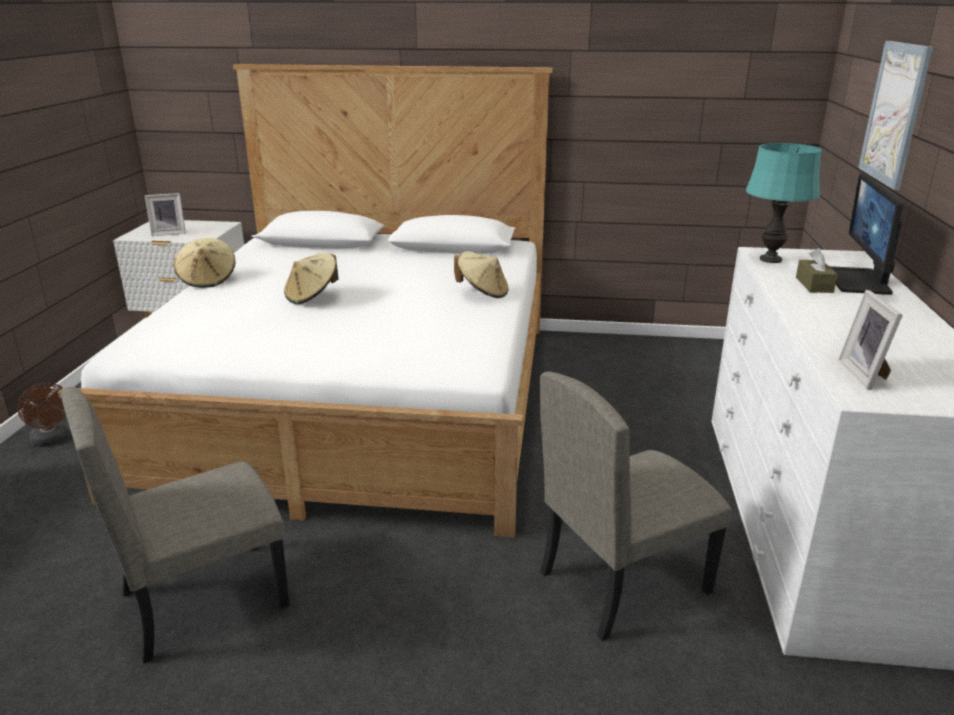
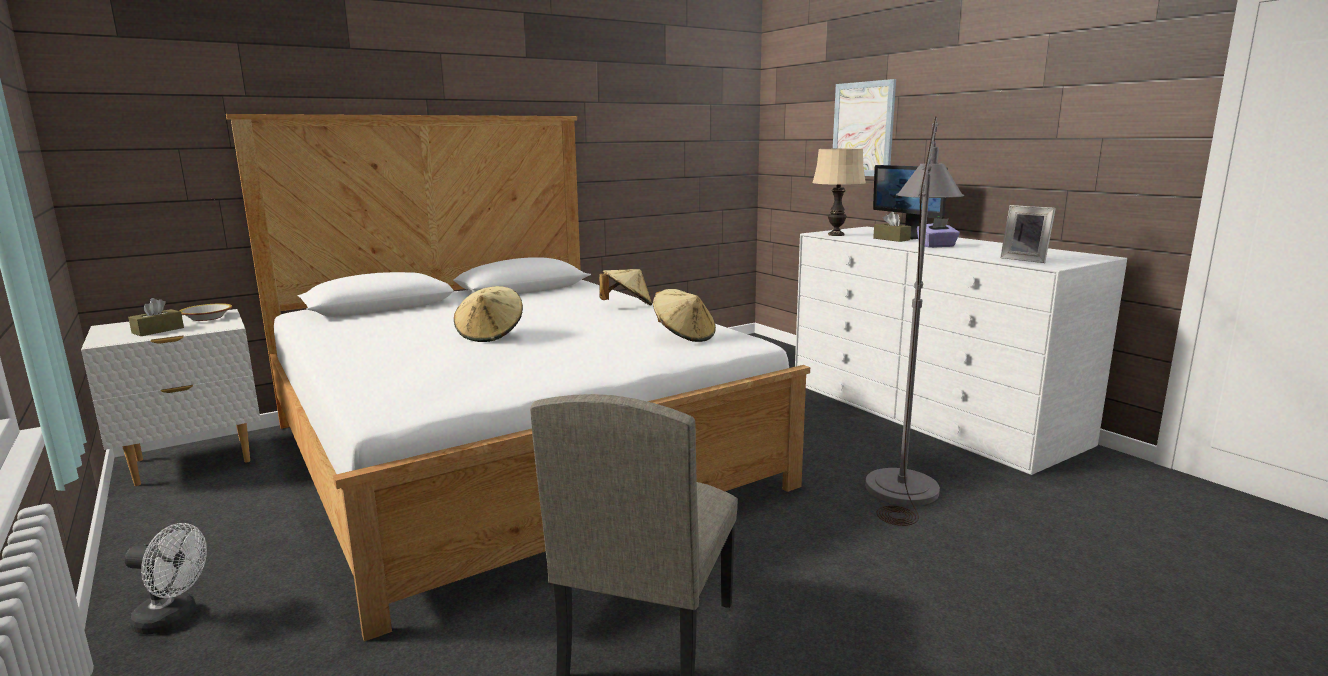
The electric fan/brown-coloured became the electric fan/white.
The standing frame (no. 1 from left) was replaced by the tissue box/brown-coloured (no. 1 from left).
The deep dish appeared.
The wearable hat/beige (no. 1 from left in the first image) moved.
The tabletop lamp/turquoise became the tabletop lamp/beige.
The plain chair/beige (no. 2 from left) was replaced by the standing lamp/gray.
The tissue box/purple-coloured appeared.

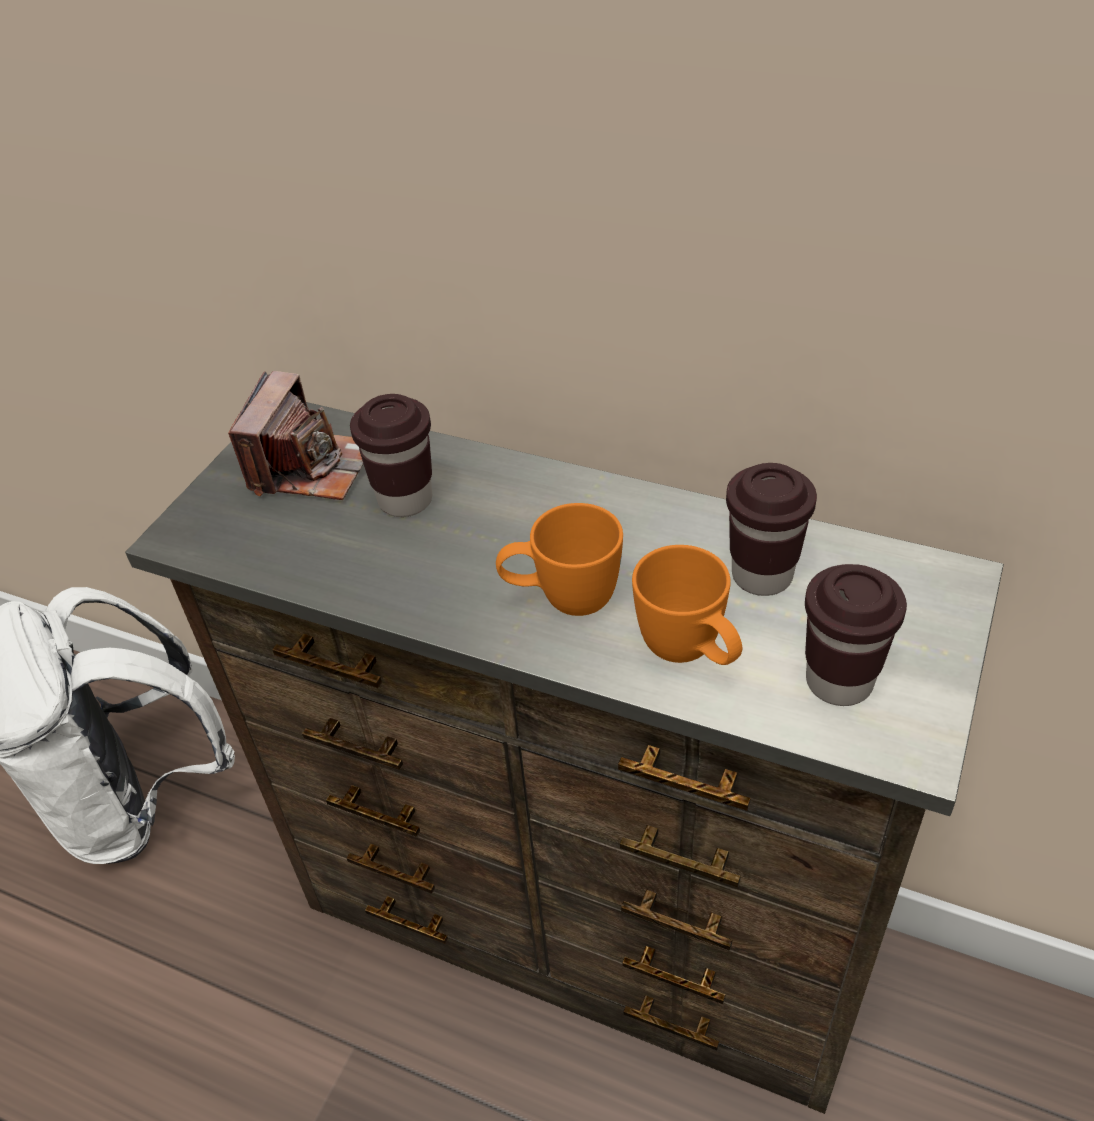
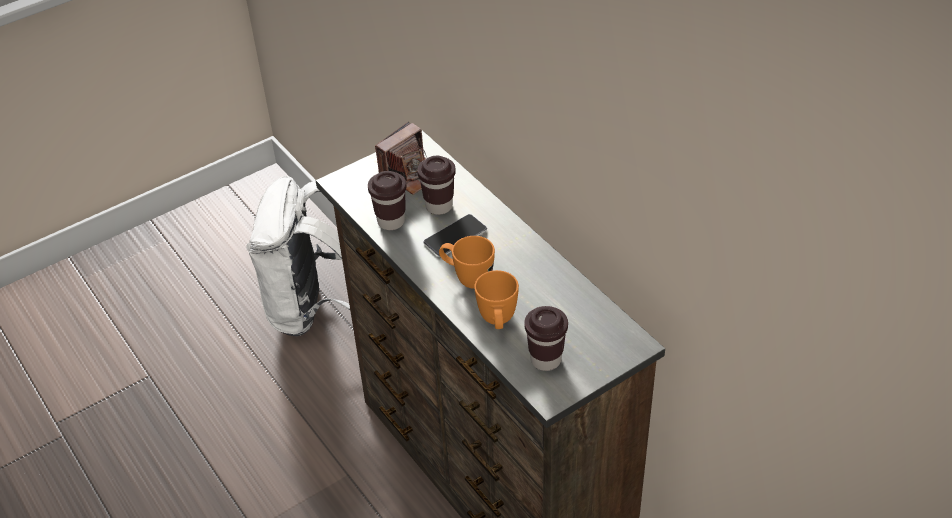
The drinking cup/brown-coloured (no. 2 from left in the first image) moved.
The phone appeared.

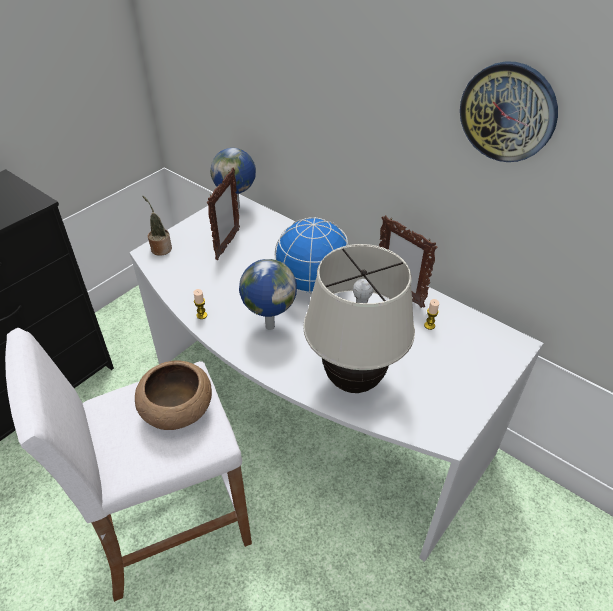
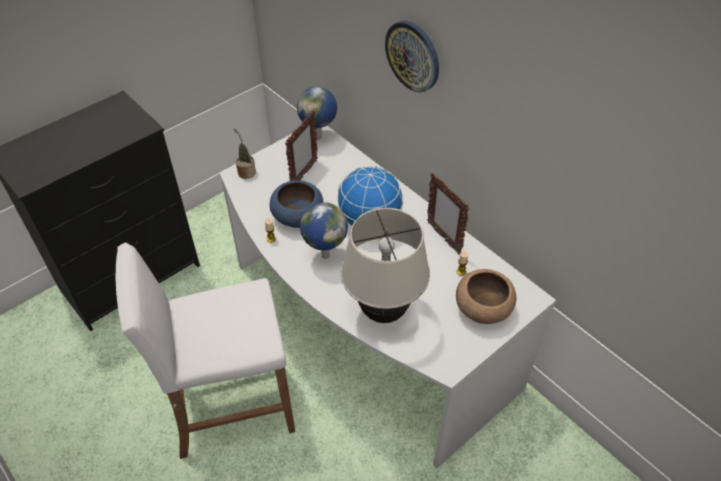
The deep dish/bluish appeared.
The wall clock moved.
The deep dish/brown-coloured moved.

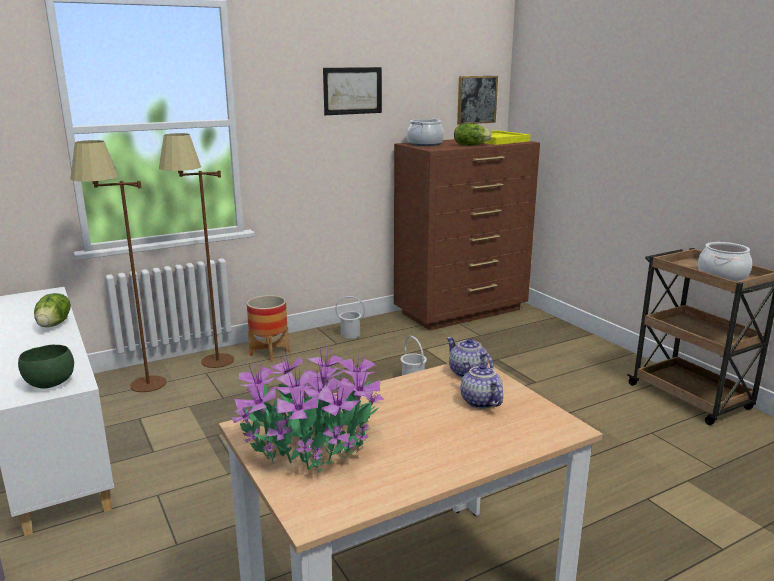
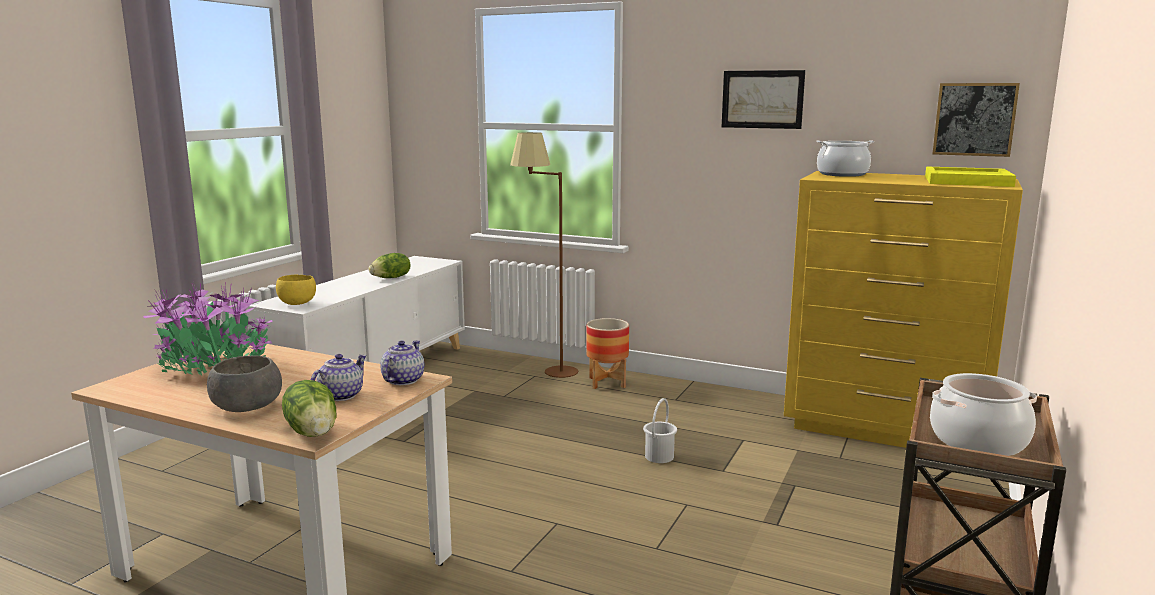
The deep dish/gray appeared.
The deep dish/green-coloured became the deep dish/yellow-coloured.
The head of lettuce (no. 2 from left in the first image) moved.
The drawer chest/brown-coloured became the drawer chest/yellow-coloured.
The standing lamp/brown-coloured (no. 1 from left) disappeared.
The water bucket/white (no. 1 from left) disappeared.

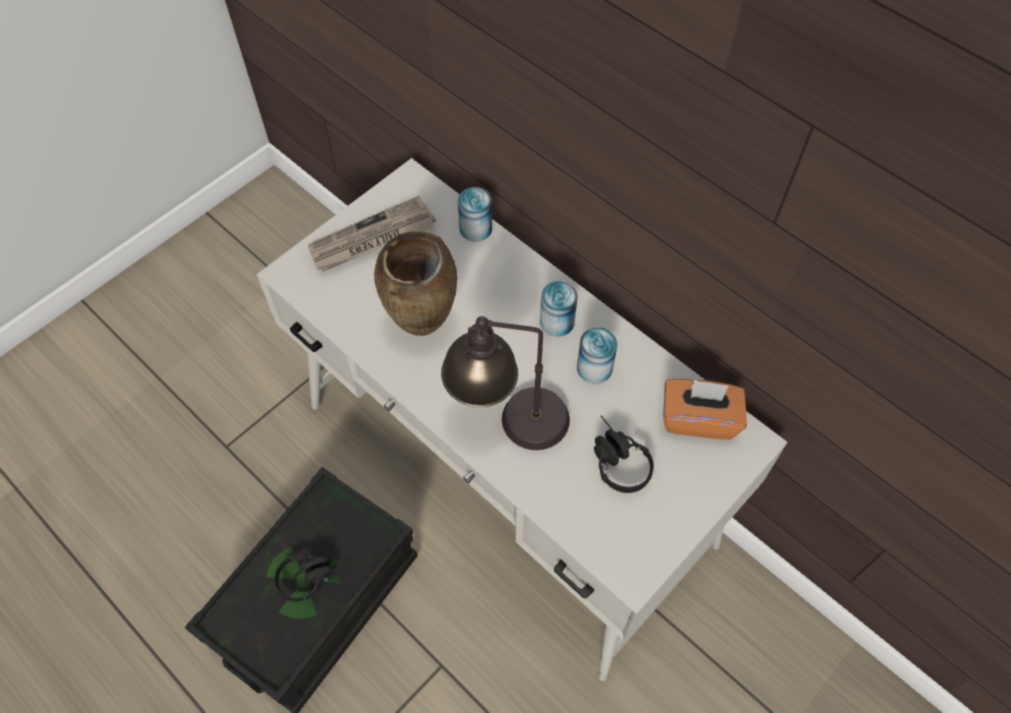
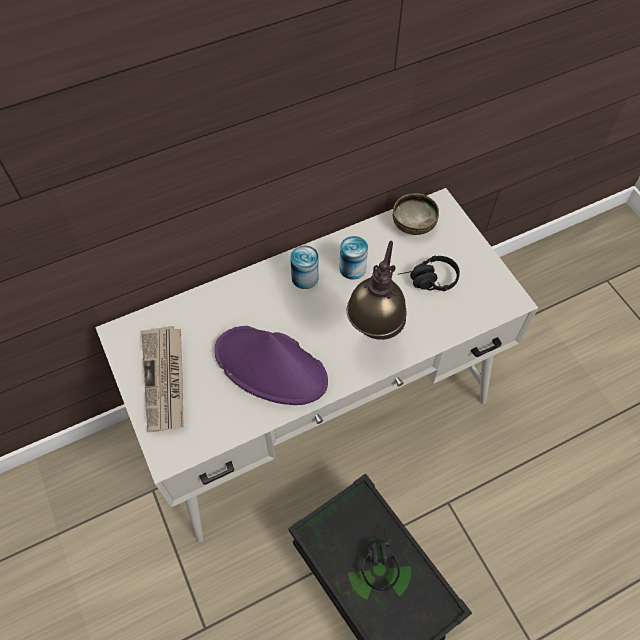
The decorative vase/brown-coloured was replaced by the wearable hat/purple-coloured.
The tissue box/orangey was replaced by the deep dish.
The metal can (no. 1 from left) disappeared.

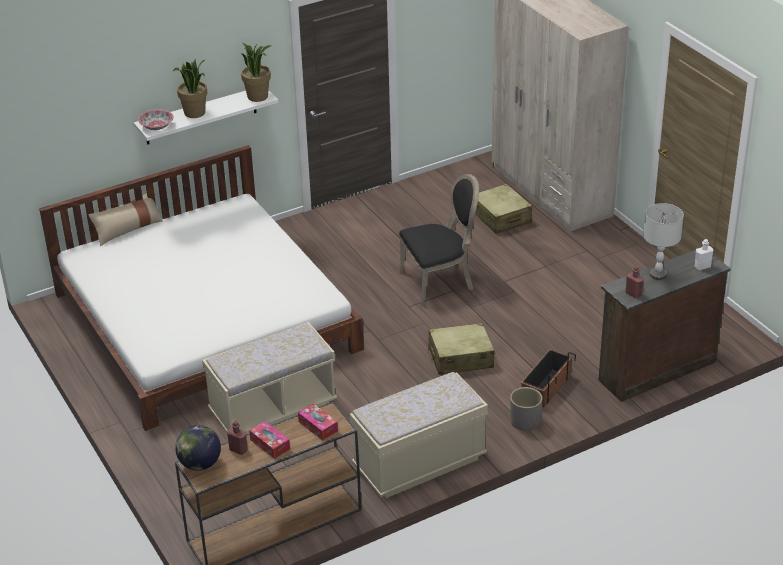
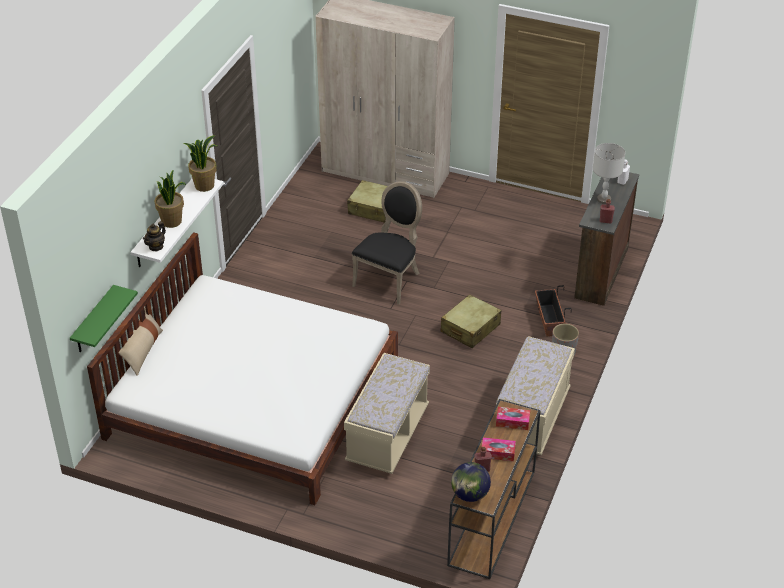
The shelf/green-coloured appeared.
The deep dish was replaced by the pot for tea.

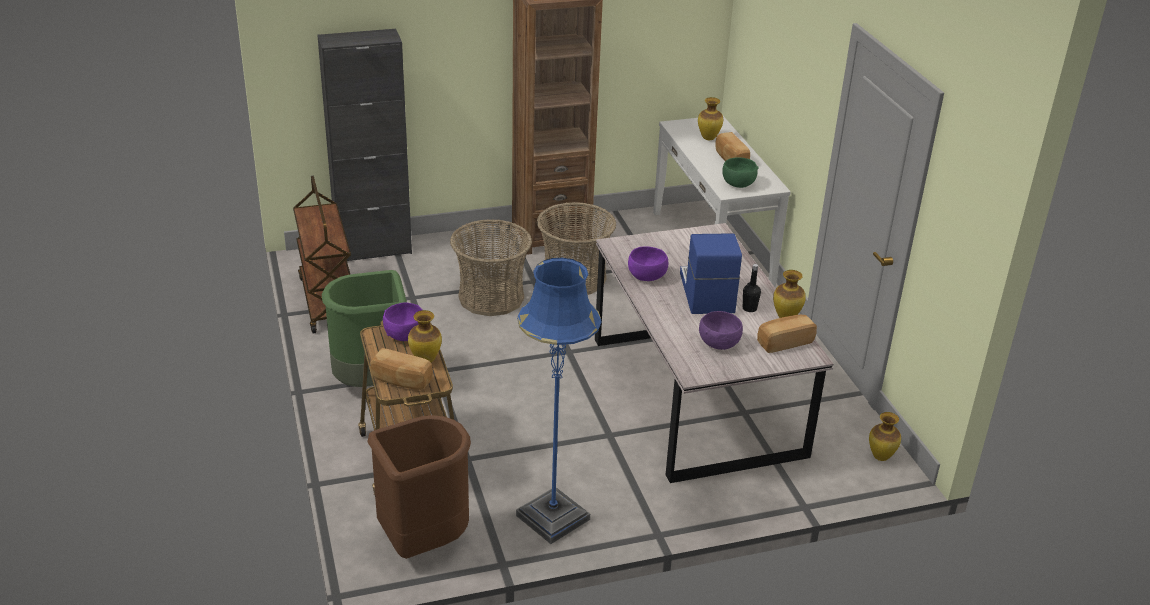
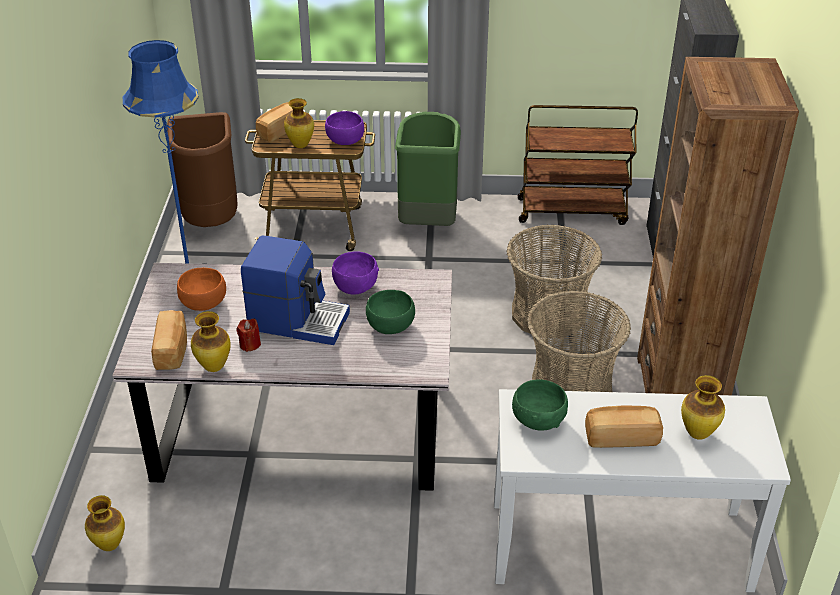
The deep dish/purple-coloured (no. 3 from left) became the deep dish/orangey.
The drink bottle/black-coloured was replaced by the wax candle/red.
The deep dish/green-coloured (no. 1 from left) appeared.

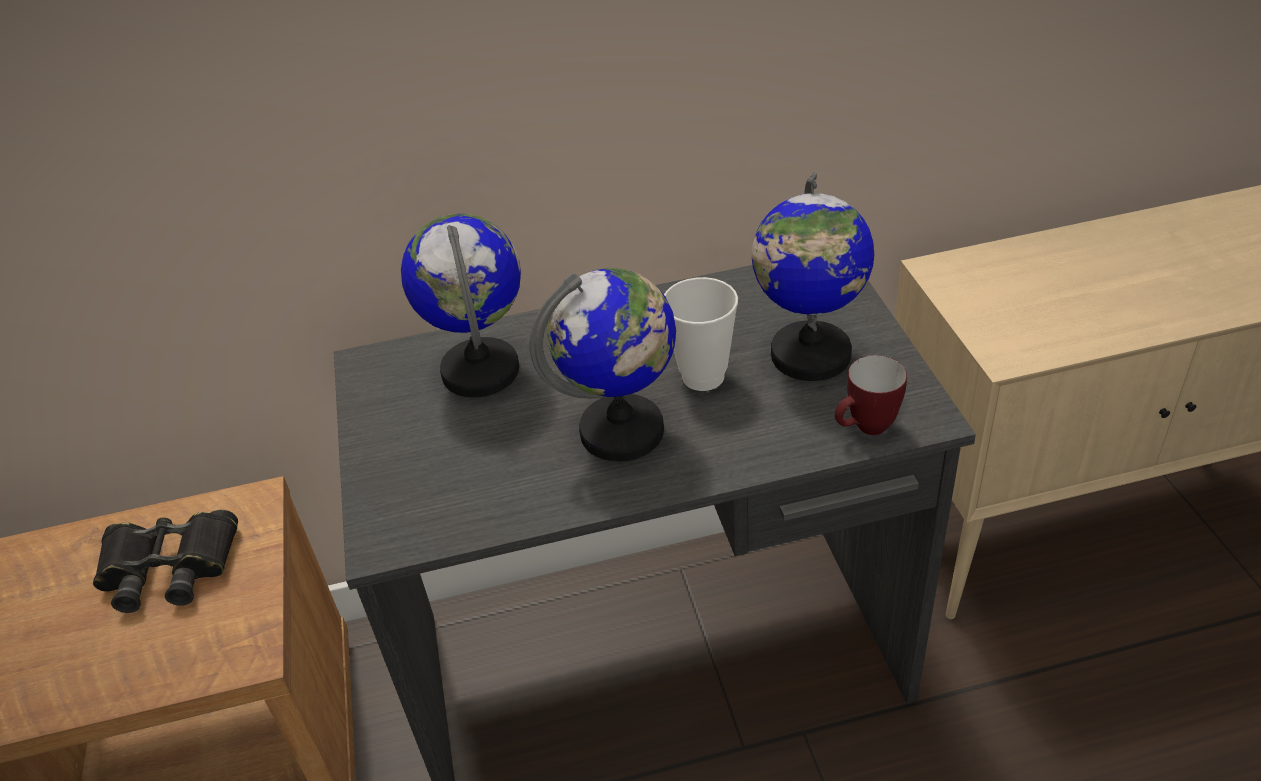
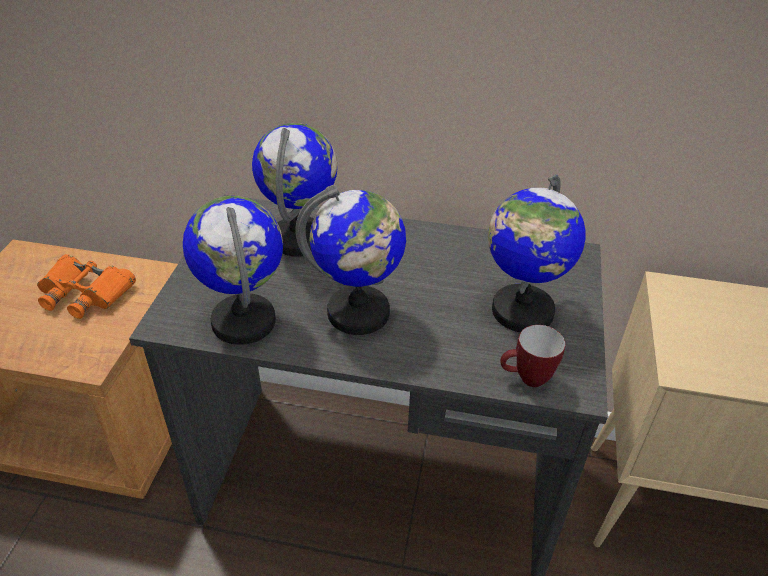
The field glasses/black-coloured became the field glasses/orangey.
The globe (no. 1 from left) appeared.
The drinking cup disappeared.

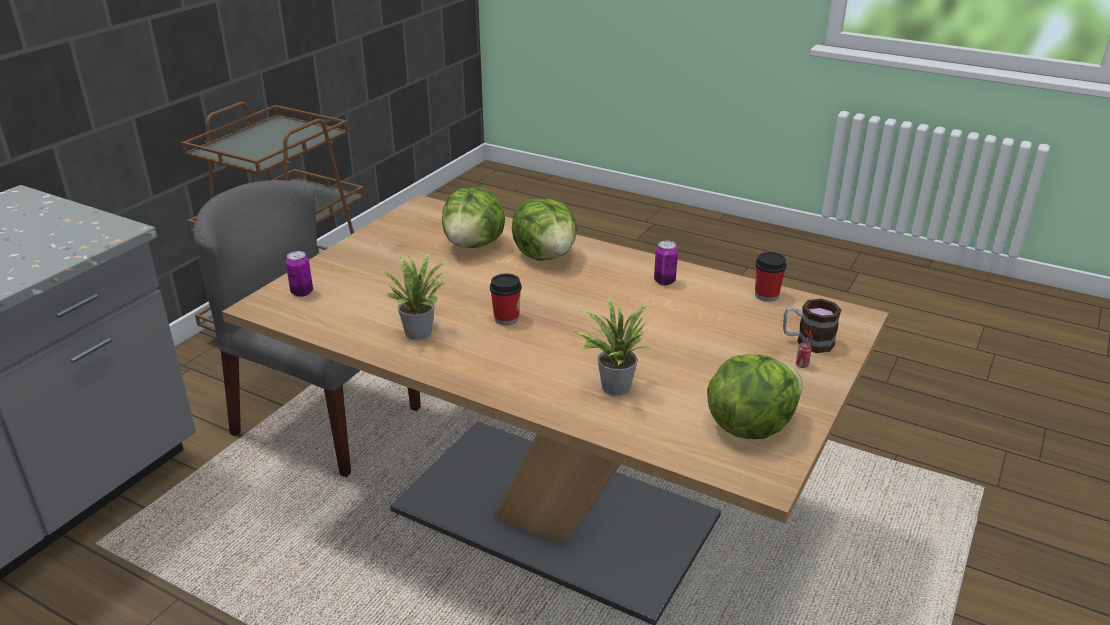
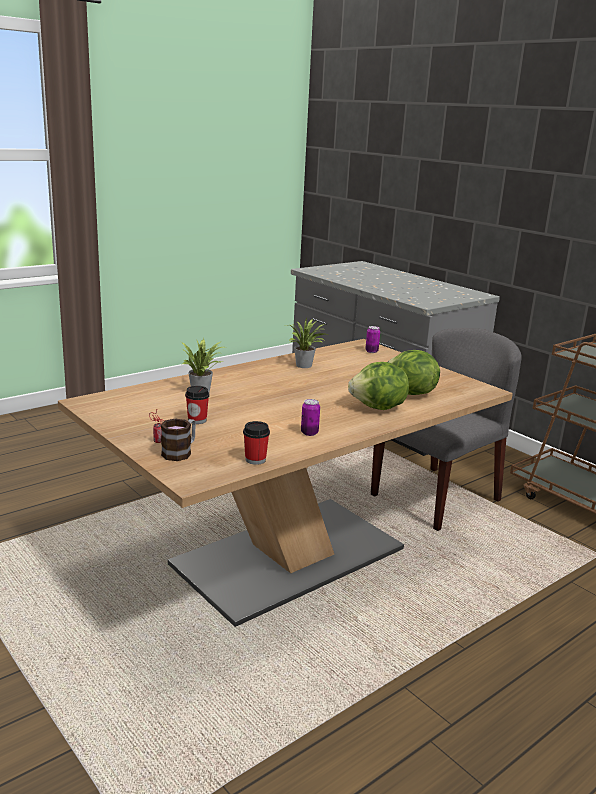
The drinking cup (no. 1 from left) moved.
The head of lettuce (no. 3 from left) disappeared.

